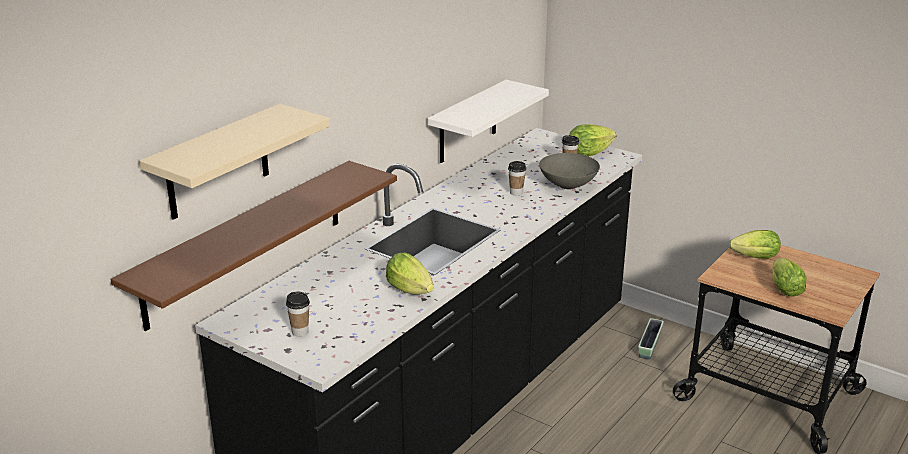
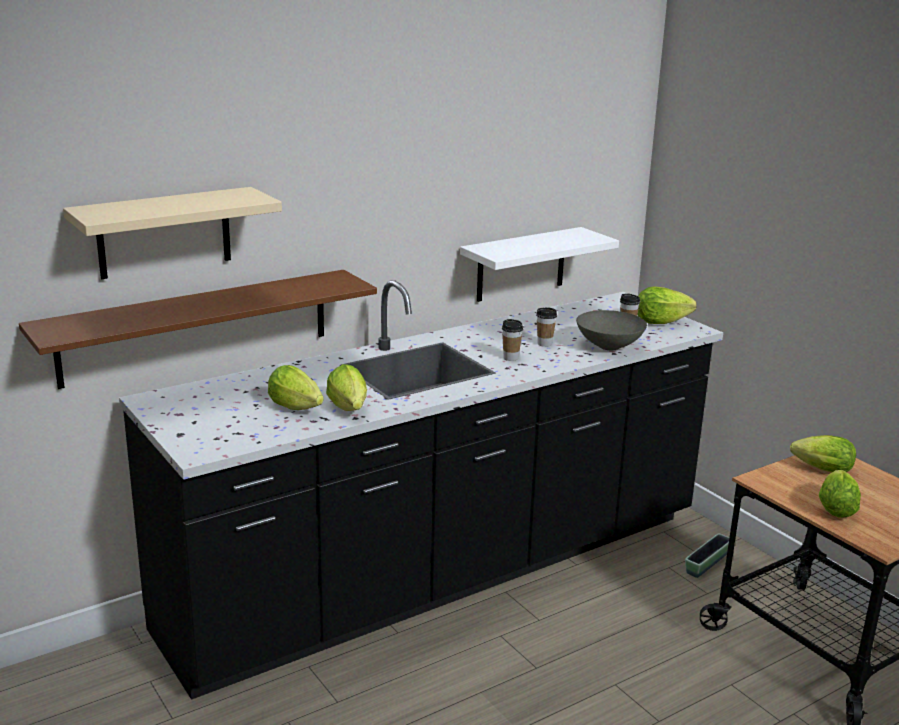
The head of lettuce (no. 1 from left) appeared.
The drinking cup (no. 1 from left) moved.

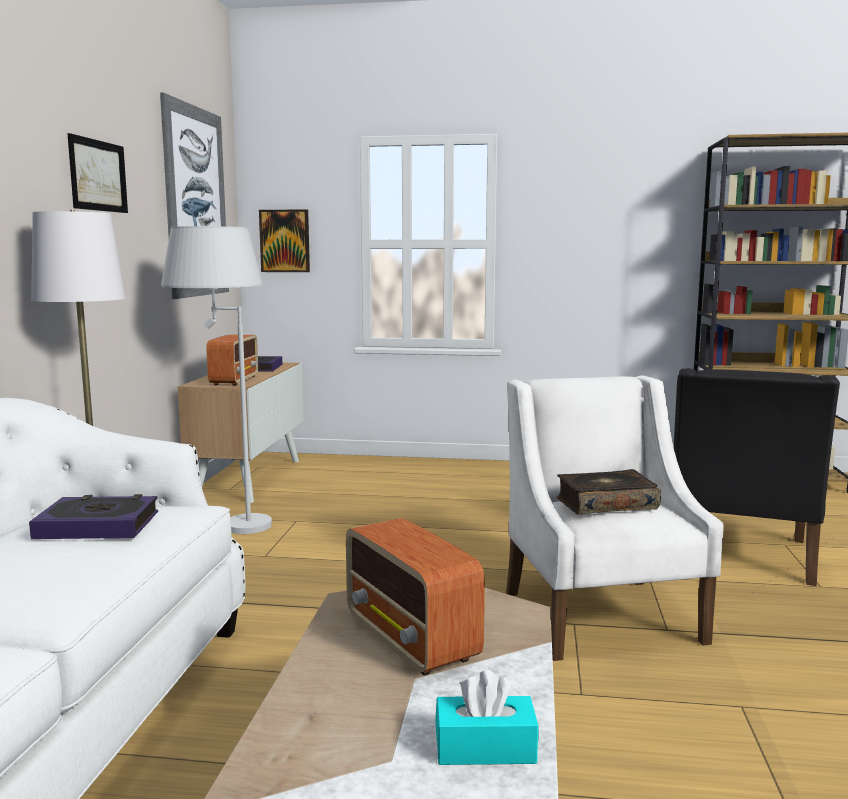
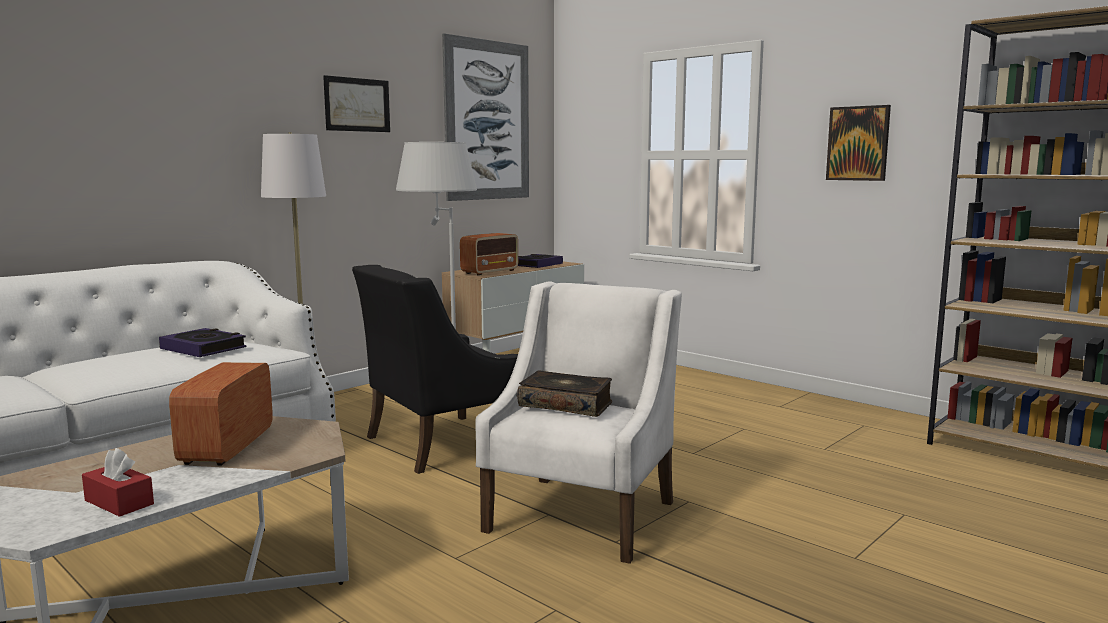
The tissue box/turquoise became the tissue box/red.
The armchair/black-coloured moved.
The picture (no. 3 from left) moved.

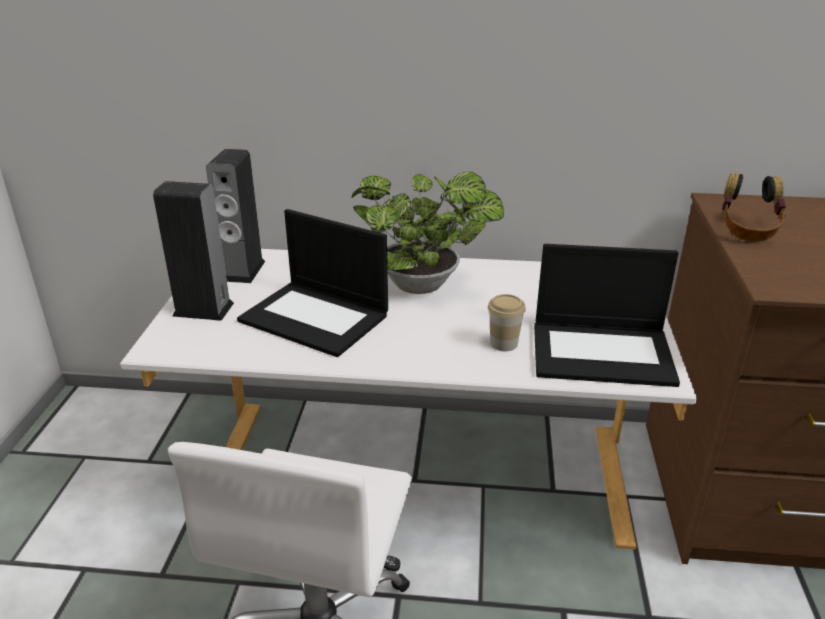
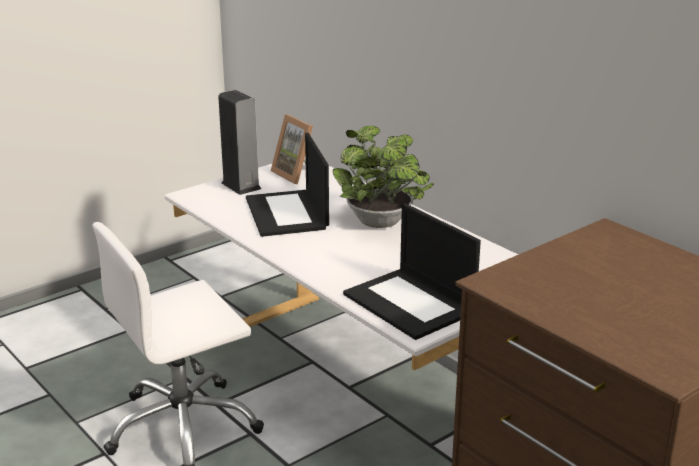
The audio speaker (no. 2 from left) was replaced by the standing frame.
The drinking cup disappeared.
The headphones disappeared.

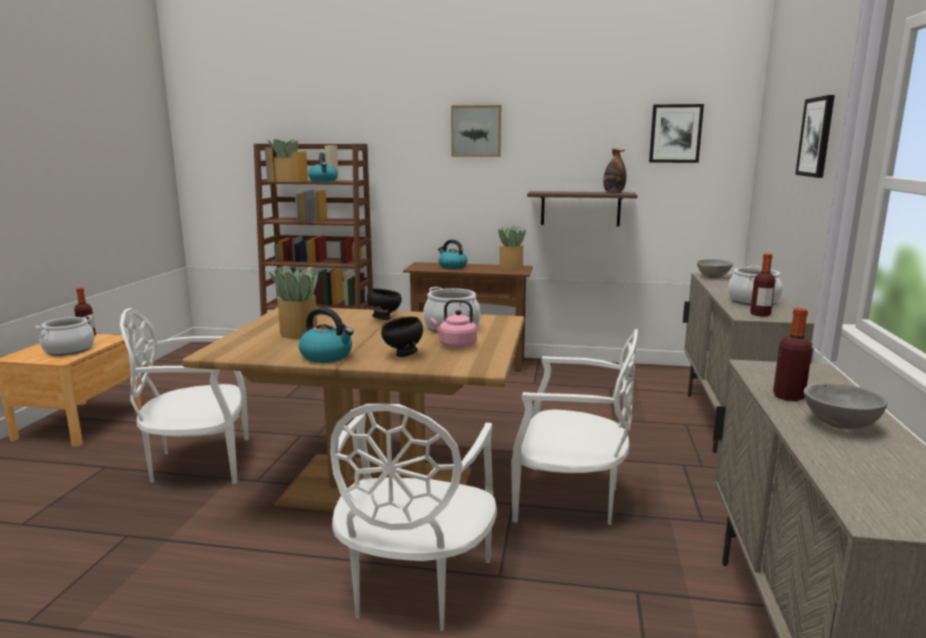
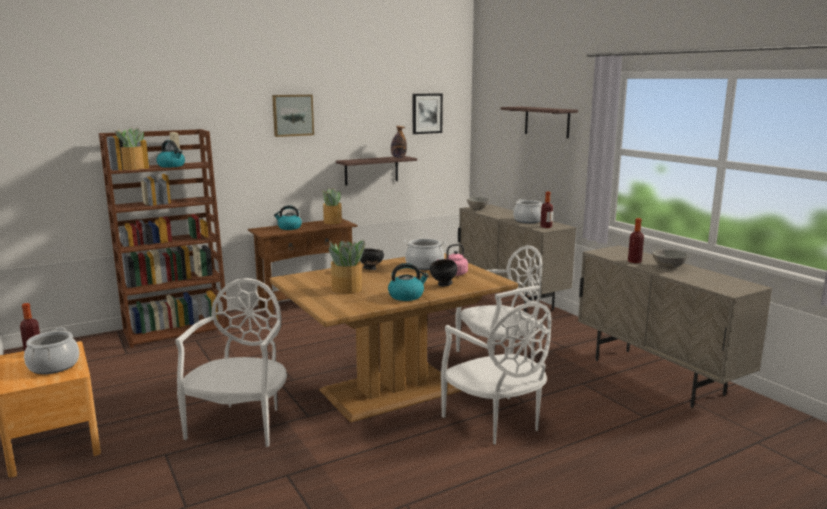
The plain chair/white (no. 1 from left) turned 150 degrees clockwise.
The picture (no. 3 from left) was replaced by the shelf (no. 2 from left).

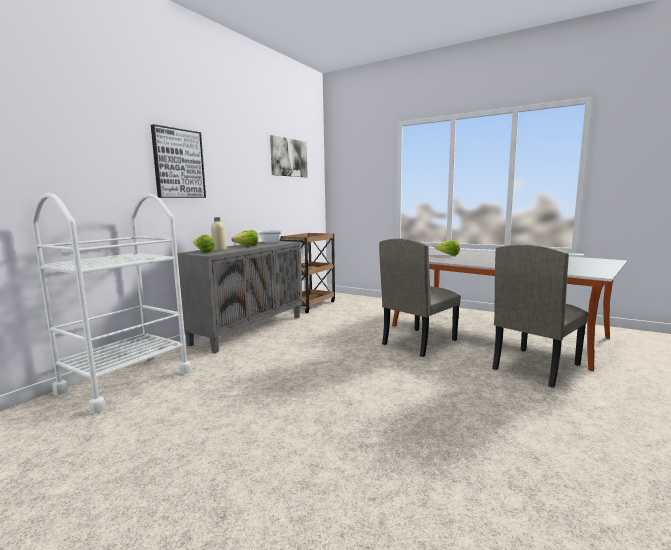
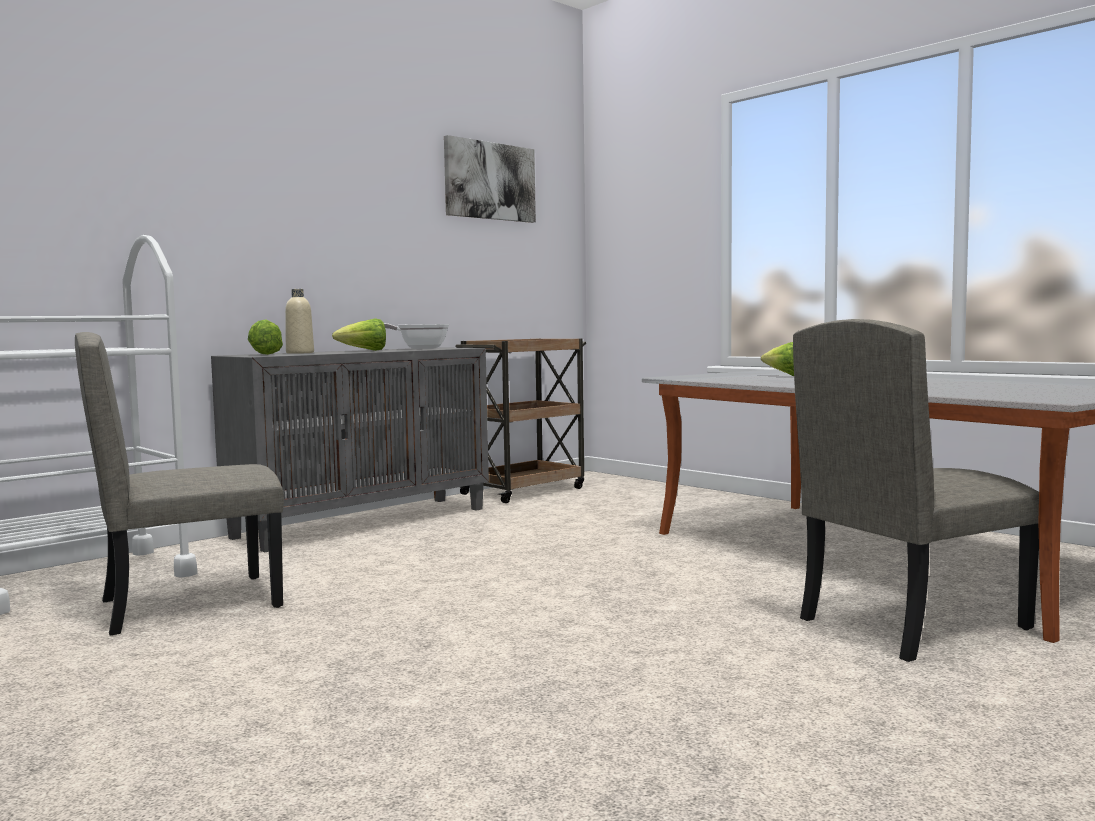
The plain chair/beige (no. 1 from left) moved.
The picture (no. 1 from left) disappeared.

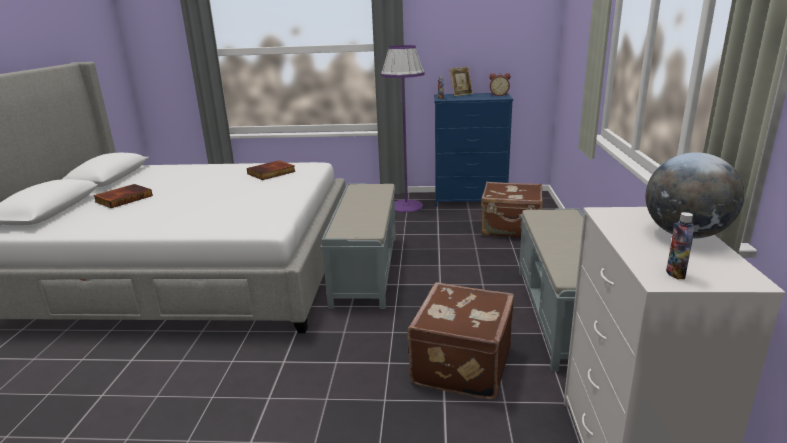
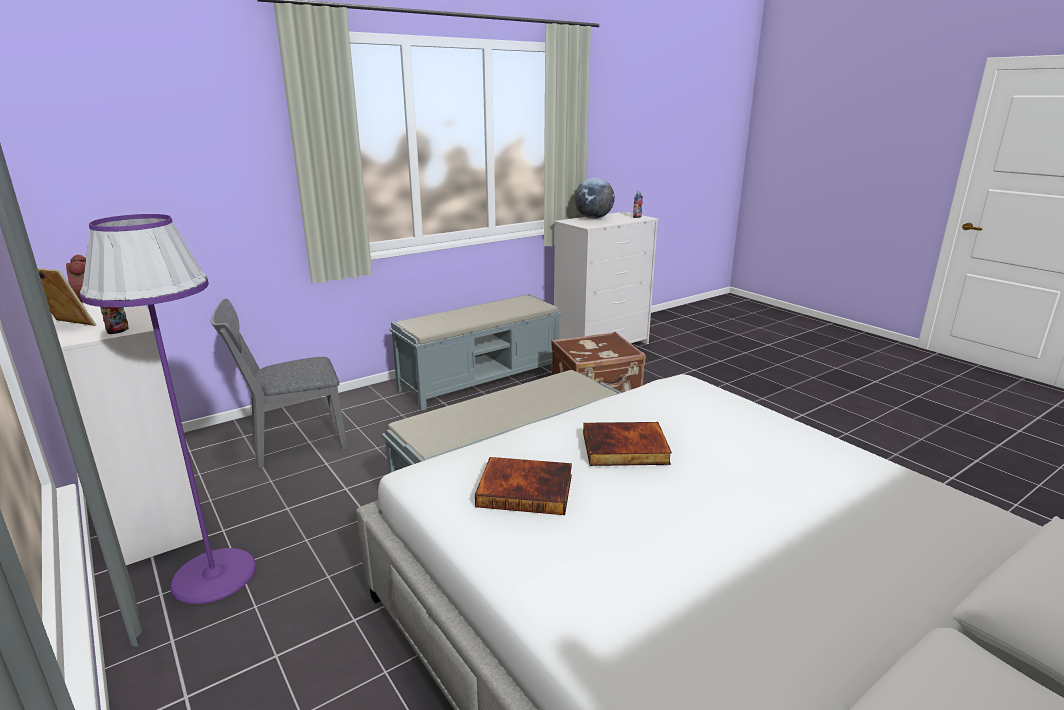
The drawer chest/bluish became the drawer chest/white (no. 1 from left).
The travel case/brown-coloured (no. 2 from left) was replaced by the plain chair/gray.
The book (no. 1 from left in the first image) moved.

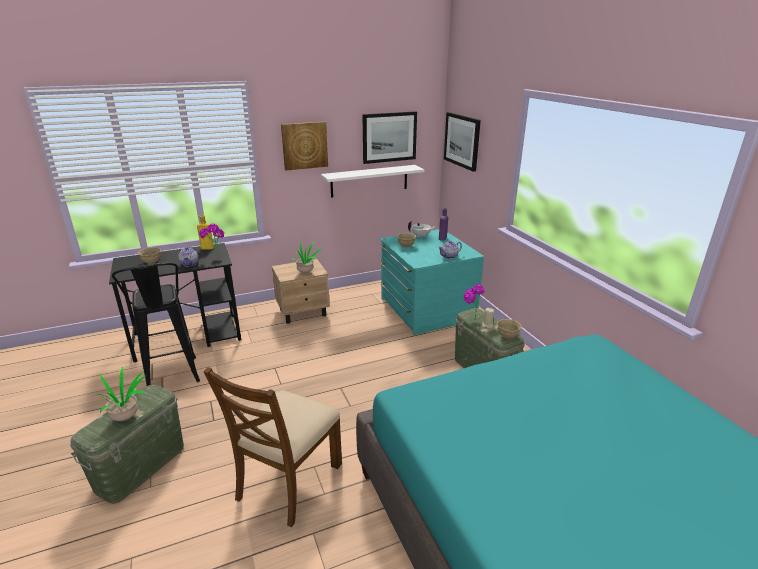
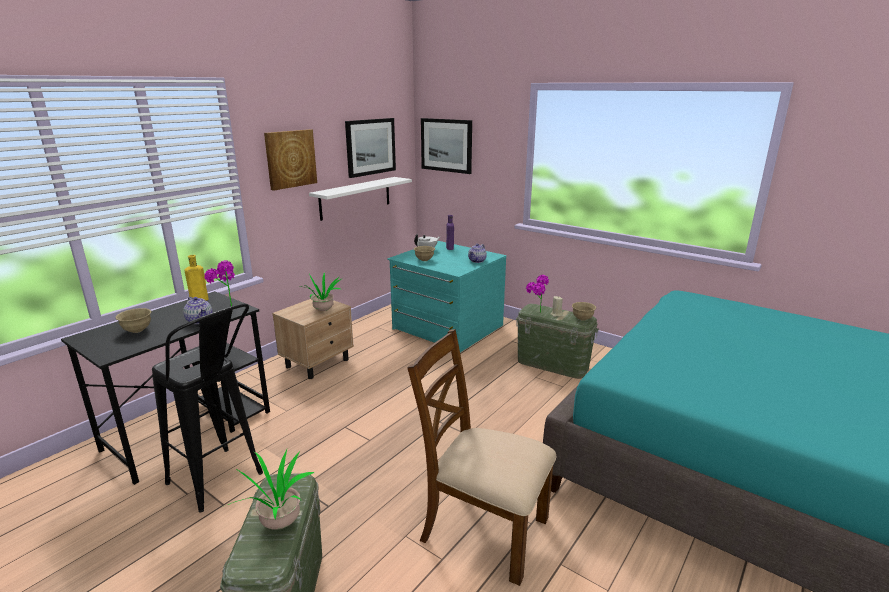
The plain chair/brown-coloured turned 120 degrees clockwise.

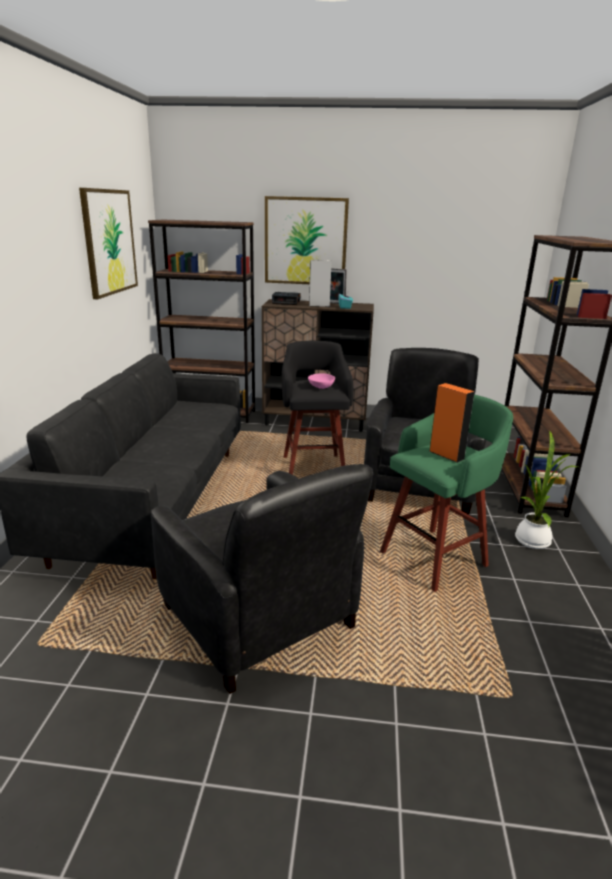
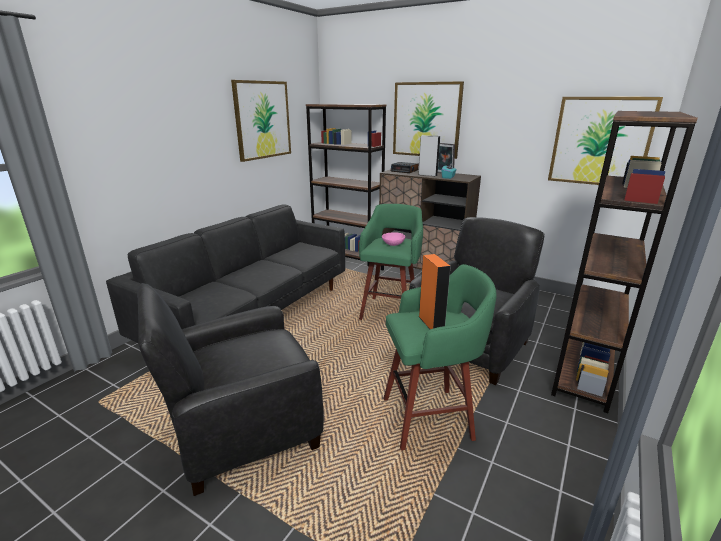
The armchair/black-coloured (no. 1 from left) turned 75 degrees clockwise.
The stool/black-coloured became the stool/green-coloured (no. 1 from left).
The picture (no. 3 from left) appeared.
The potted plant disappeared.

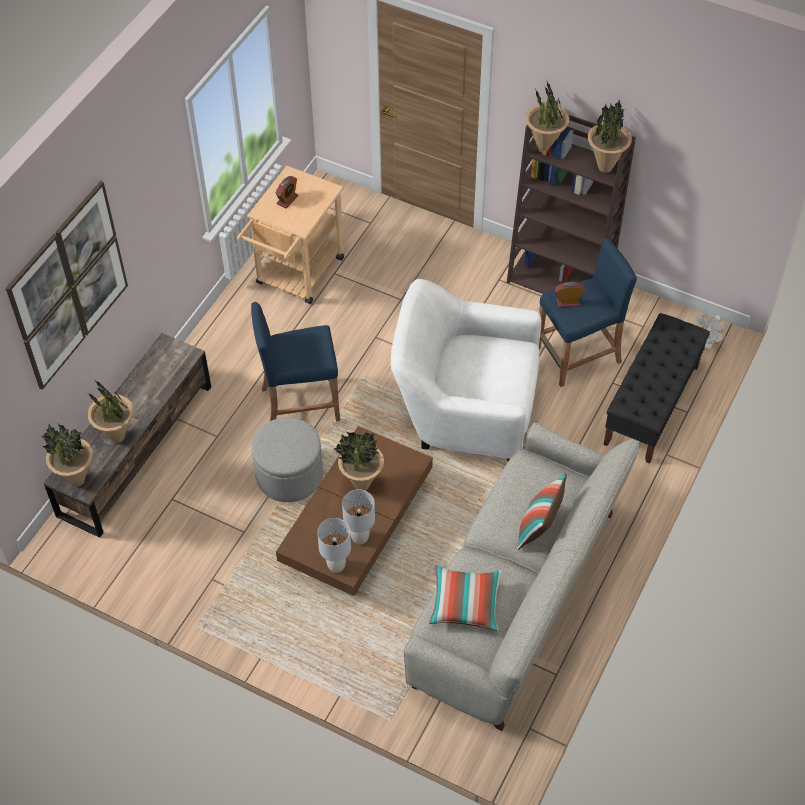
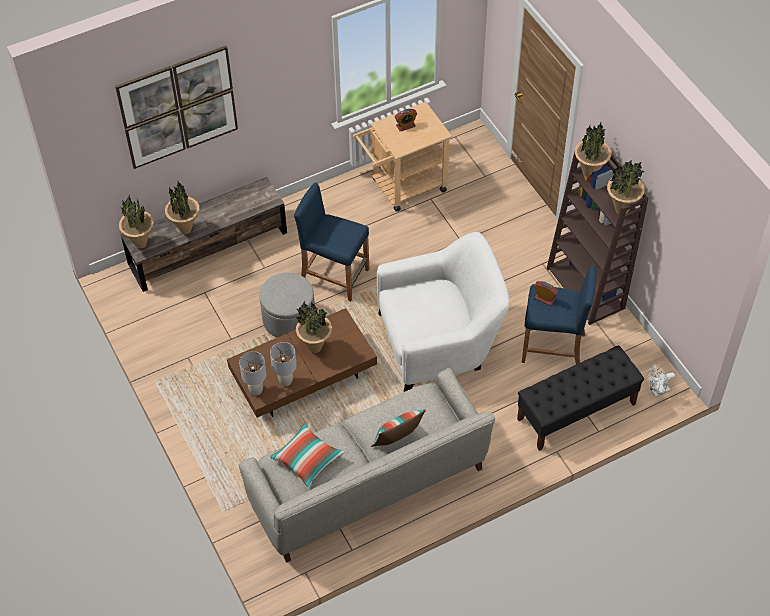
The armchair/white turned 120 degrees clockwise.

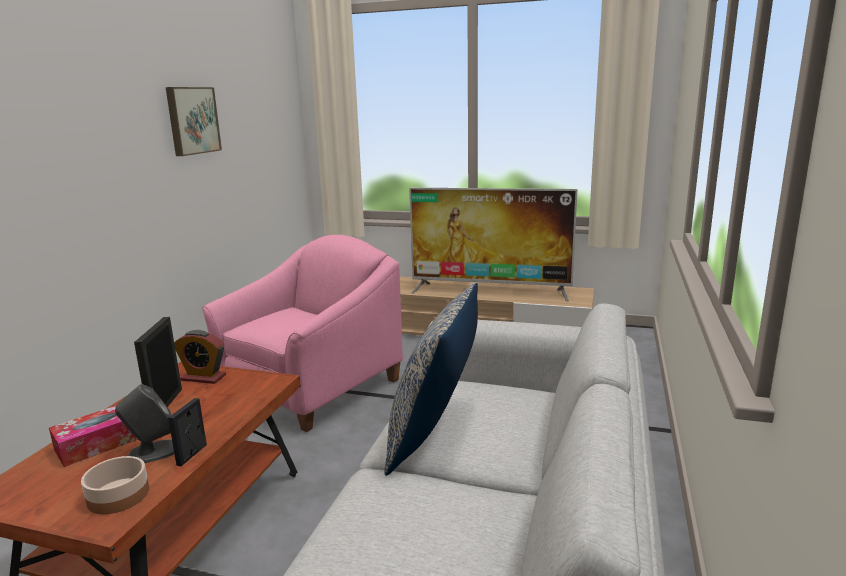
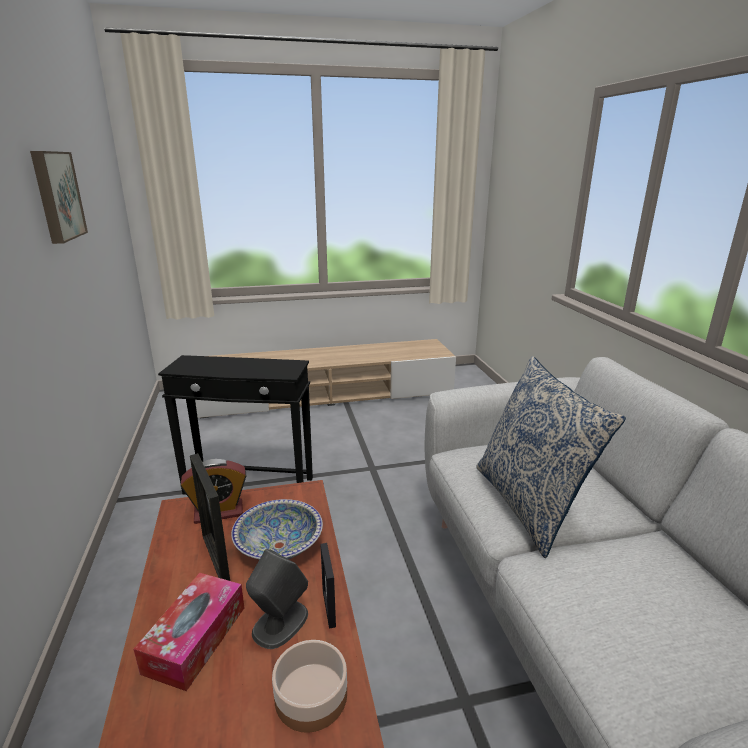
The armchair/pink-coloured was replaced by the end table/black-coloured.
The deep dish (no. 1 from left) appeared.
The TV disappeared.

